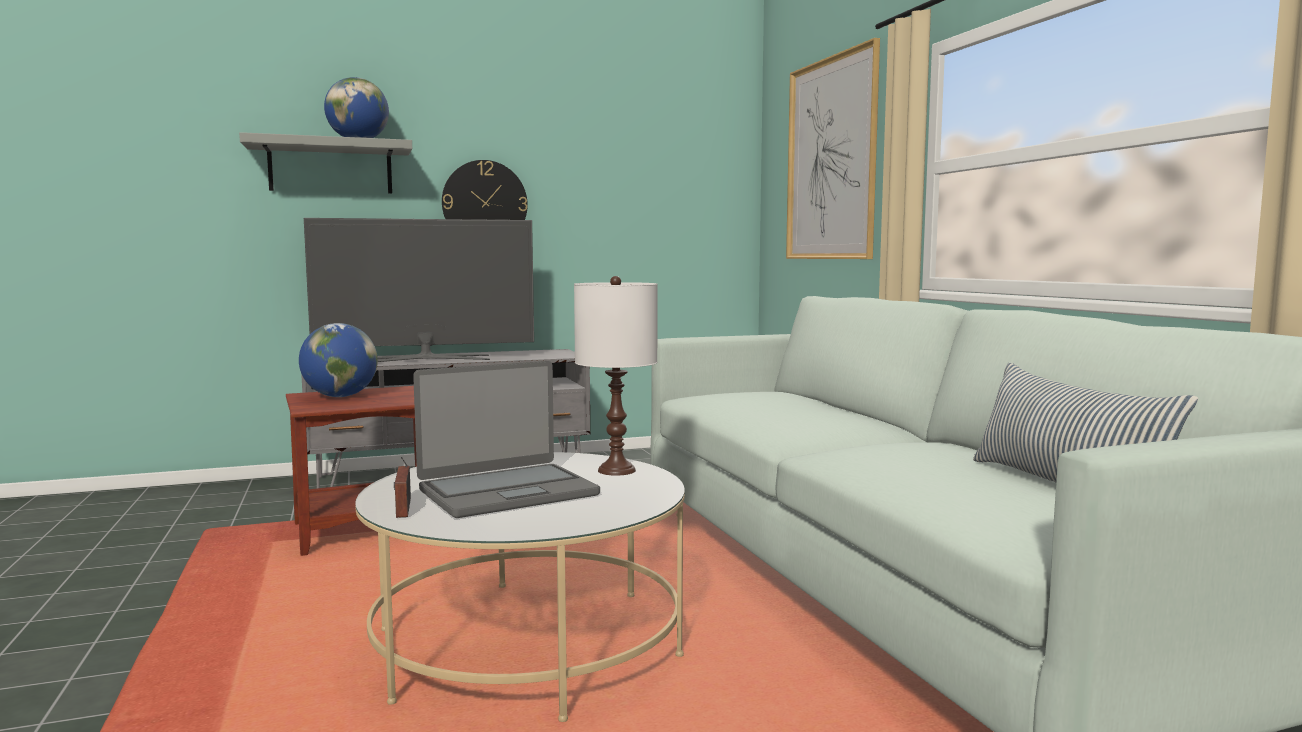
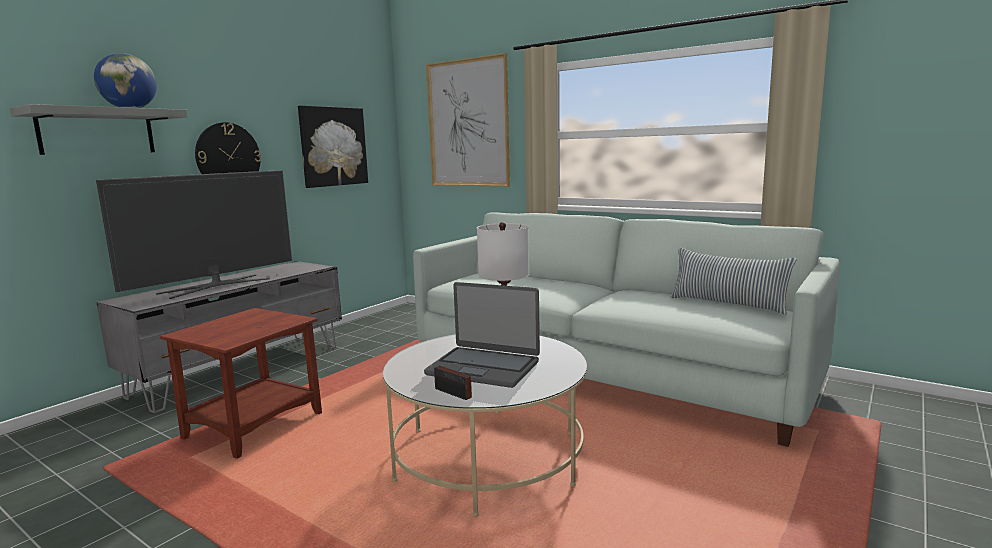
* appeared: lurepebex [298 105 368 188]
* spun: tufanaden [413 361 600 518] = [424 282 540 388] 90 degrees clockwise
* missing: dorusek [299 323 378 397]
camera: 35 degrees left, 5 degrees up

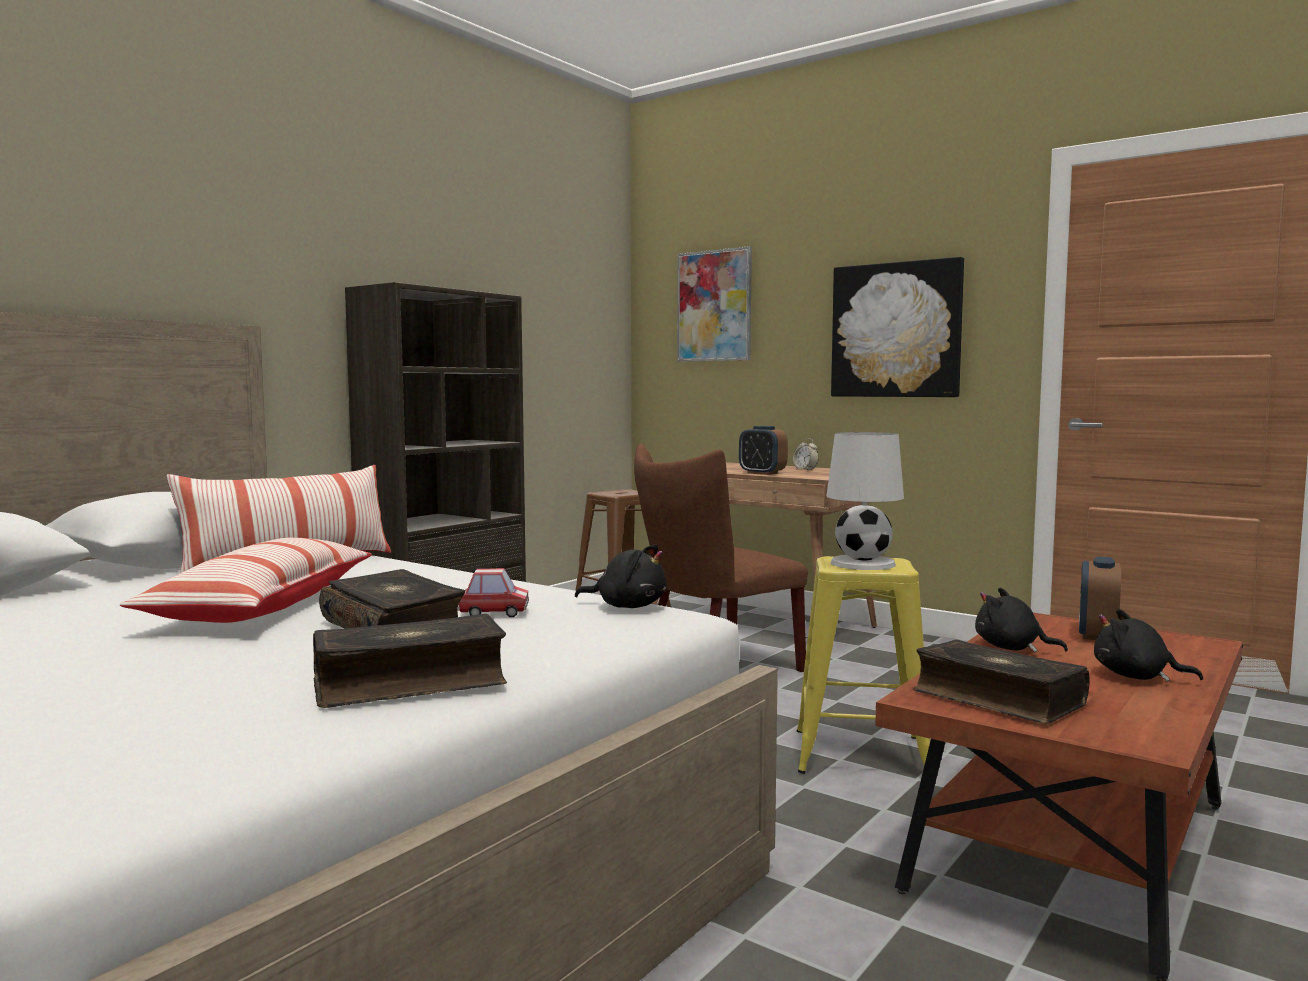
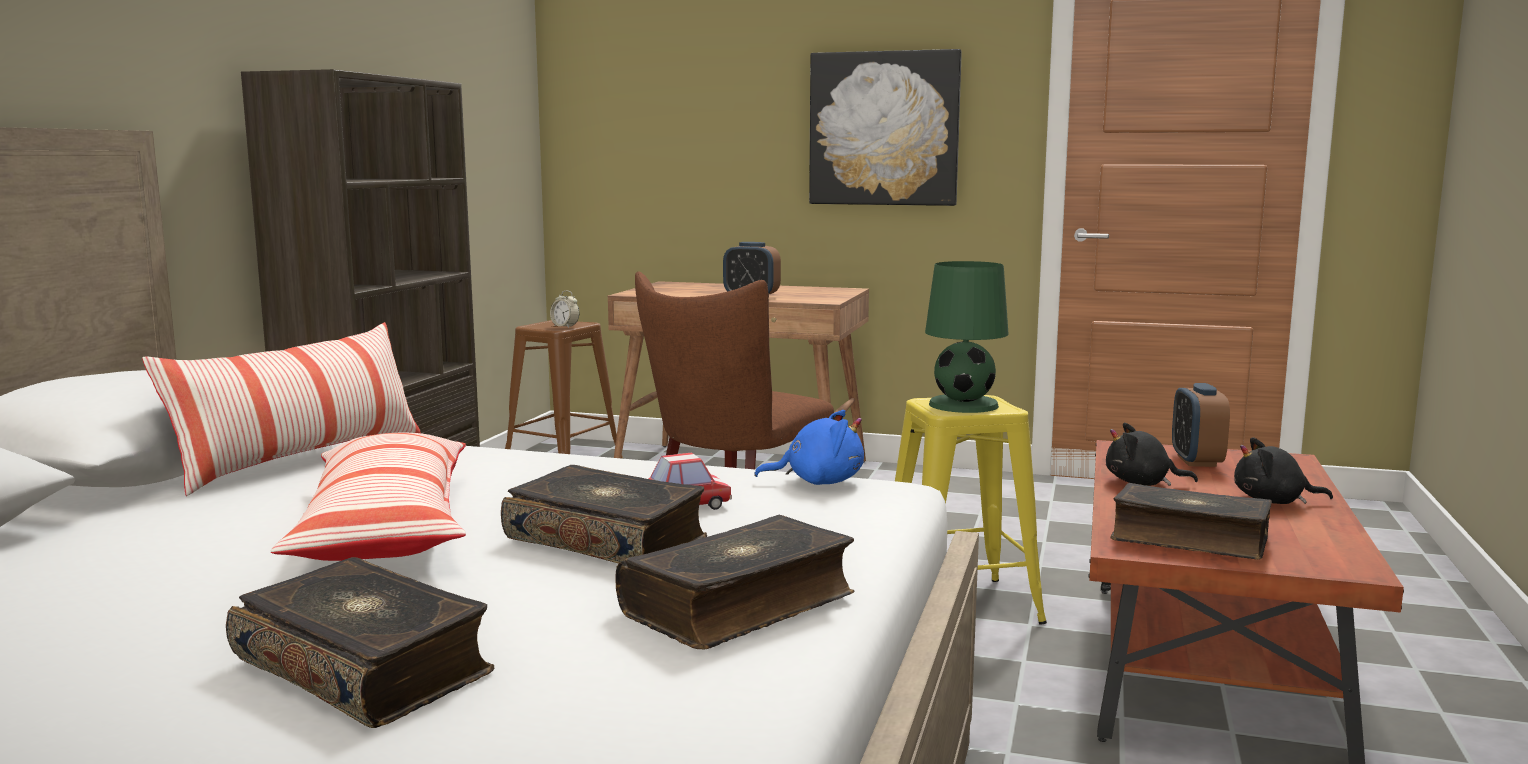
* appeared: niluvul [226 557 495 728]
* relocated: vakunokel [793 438 819 471] to [550 291 579 328]
* colour: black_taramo [575 544 667 608] to blue_taramo [754 410 864 485]
* colour: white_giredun [827 432 904 570] to green_giredun [925 261 1009 413]
* missing: lurepebex [677 246 752 362]
camera: 20 degrees left, 5 degrees up

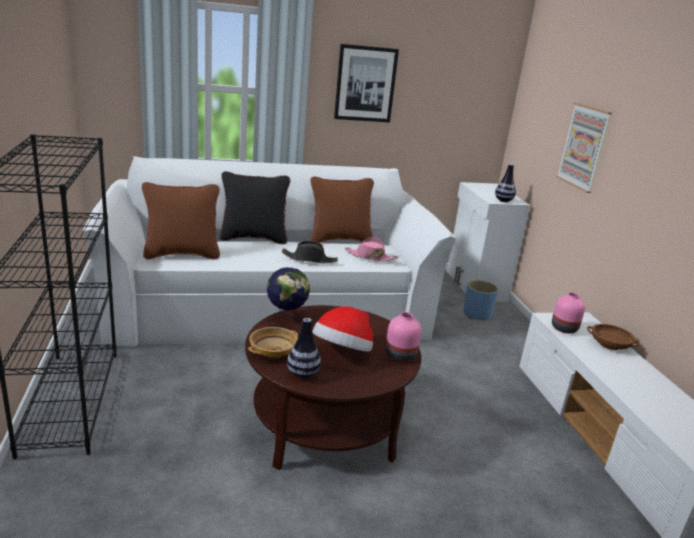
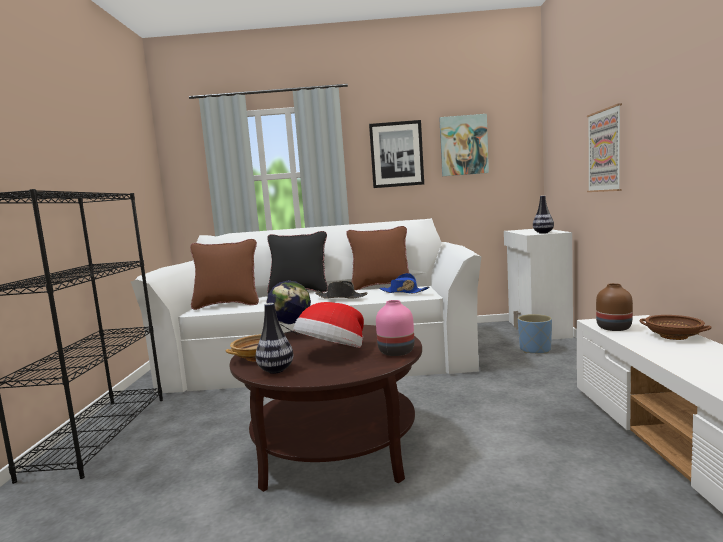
* colour: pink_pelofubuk [345 237 398 262] to blue_pelofubuk [380 273 430 294]
* appeared: lurepebex [439 114 489 176]
* colour: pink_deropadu [552 292 585 334] to brown_deropadu [596 283 633 331]
camera: 15 degrees right, 15 degrees down

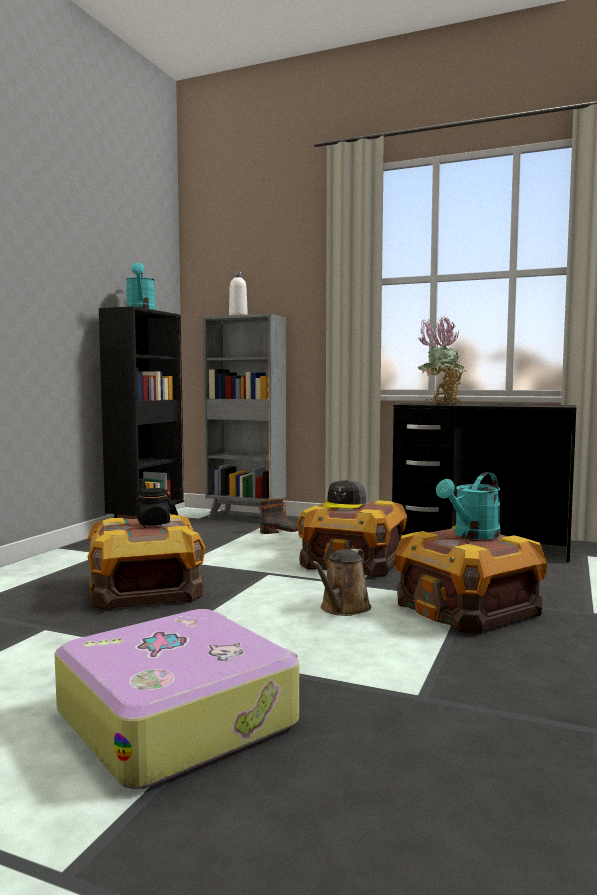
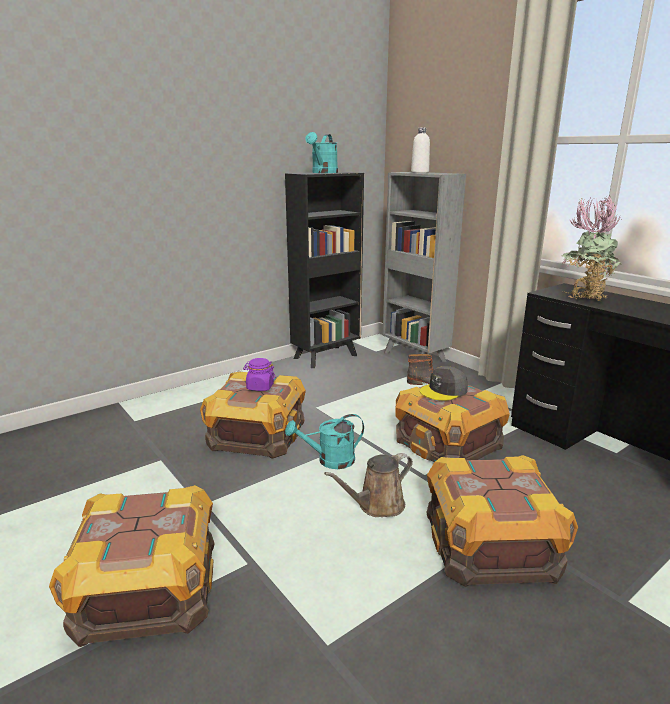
* exchanged: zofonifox [54 609 299 789] to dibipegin [49 485 215 647]
* colour: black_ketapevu [133 488 173 526] to purple_ketapevu [243 358 275 391]
* relocated: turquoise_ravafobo [436 472 501 539] to [285 414 364 469]
camera: 30 degrees right, 15 degrees up

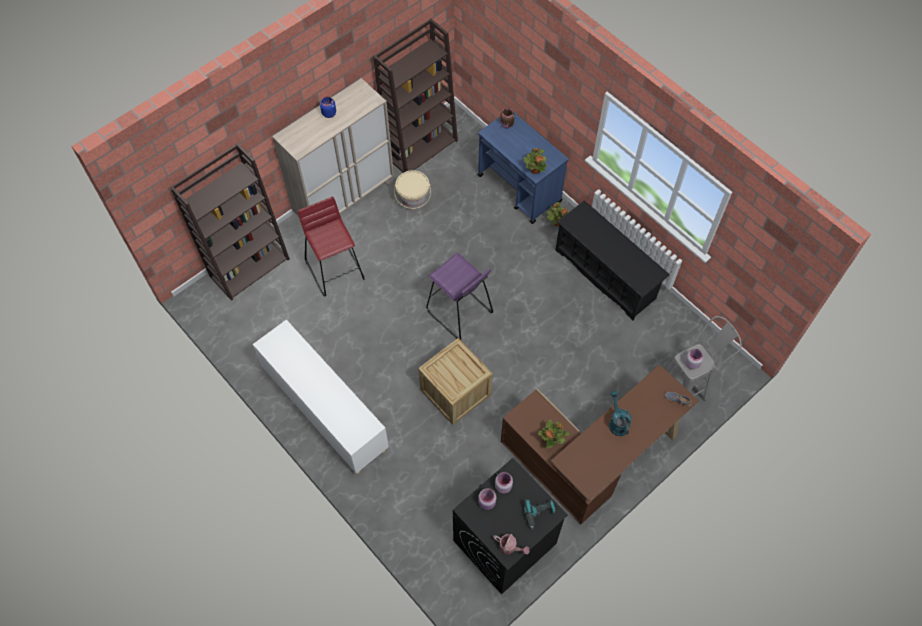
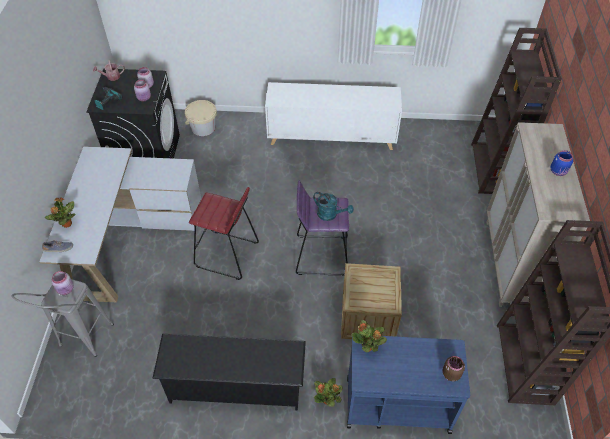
* colour: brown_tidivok [501 364 699 525] to white_tidivok [39 146 201 302]
* relocated: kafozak [538 419 570 448] to [45 198 76 228]
* relocated: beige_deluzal [394 170 431 209] to [185 100 217 136]
* relocated: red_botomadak [298 197 365 296] to [189 187 259 280]
* relocated: turquoise_ravafobo [609 391 632 436] to [313 192 354 221]
* relocated: dibipegin [418 338 493 425] to [341 263 402 339]
camera: 135 degrees right, 10 degrees down

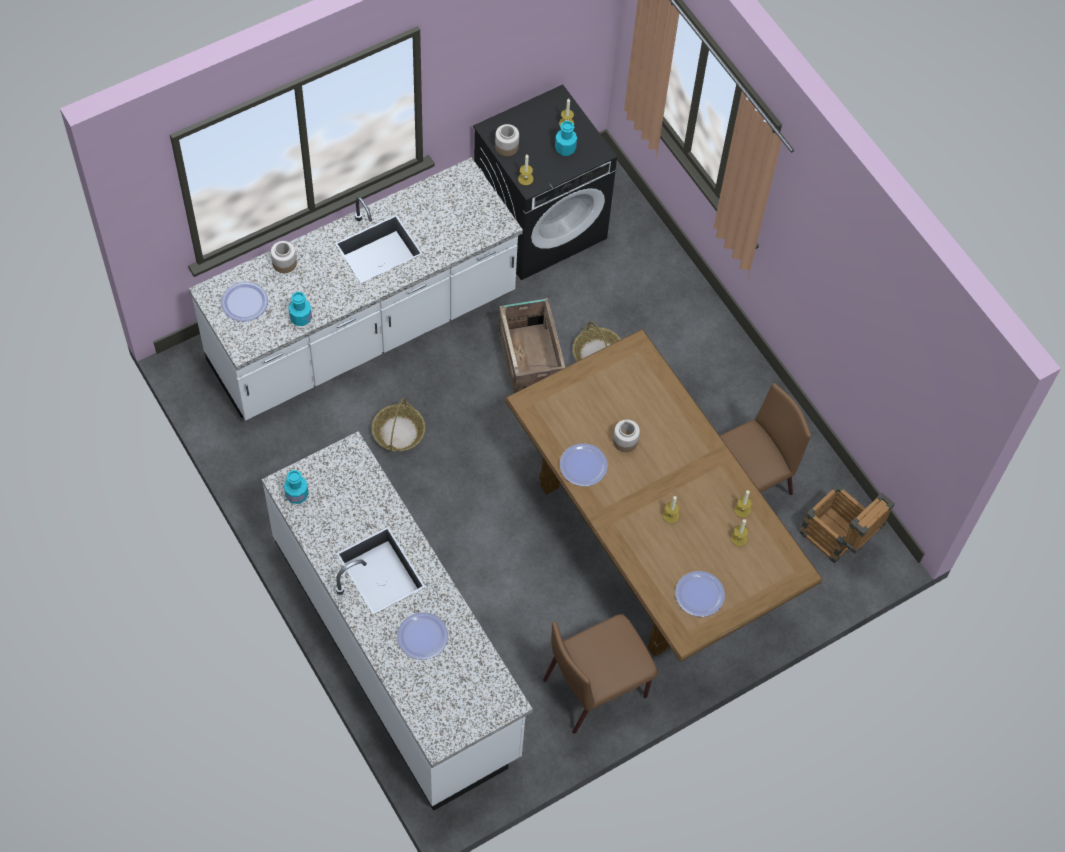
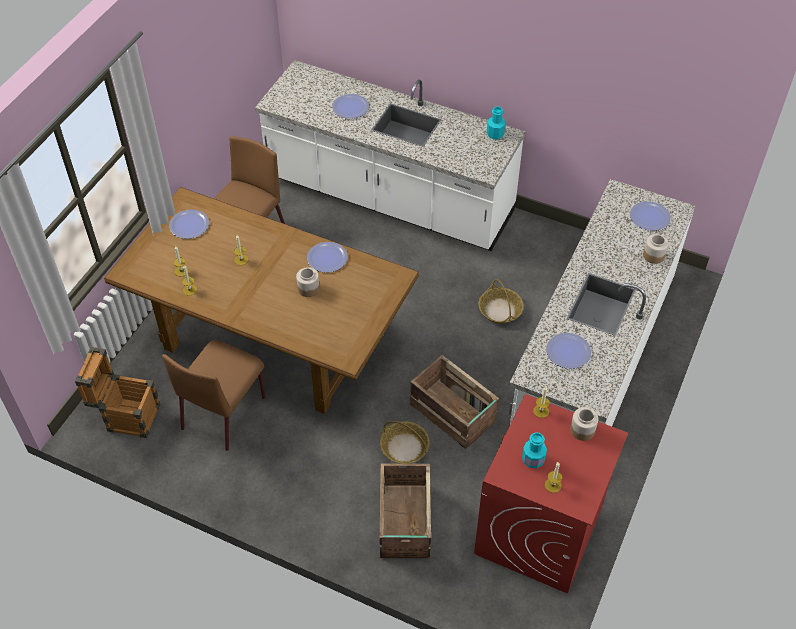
* appeared: dibipegin [380 464 431 558]
* colour: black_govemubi [473 85 617 280] to red_govemubi [474 394 628 594]
* appeared: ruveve [546 333 591 369]
* missing: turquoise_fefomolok [288 292 312 326]
camera: 150 degrees right, 10 degrees down

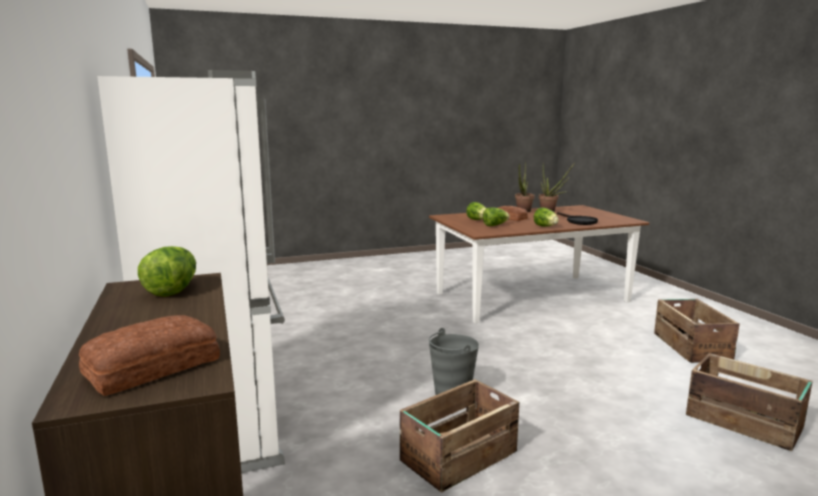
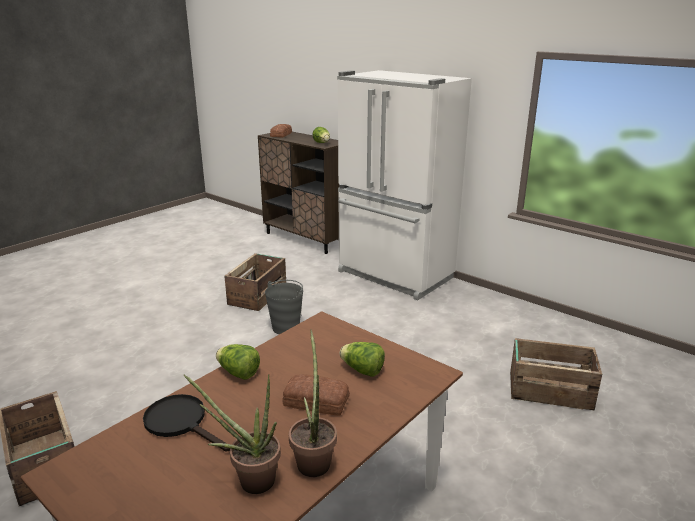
* relocated: dibipegin [686 353 813 451] to [510 338 602 411]
* missing: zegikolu [483 207 510 226]
camera: 150 degrees right, 10 degrees up

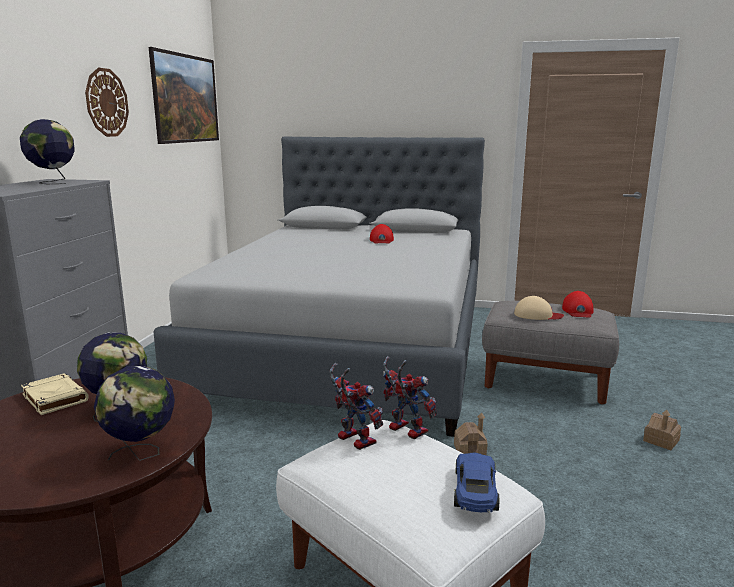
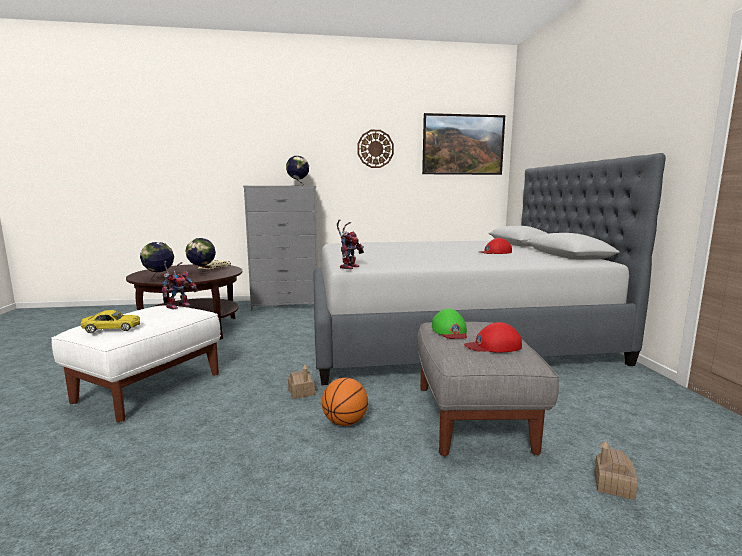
* colour: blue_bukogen [454 452 499 512] to yellow_bukogen [80 310 140 333]
* appeared: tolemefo [322 378 368 426]
* relocated: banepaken [383 356 437 439] to [337 220 364 269]
* colour: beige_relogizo [514 296 564 320] to green_relogizo [432 308 467 339]
* relocated: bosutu [643 410 681 450] to [595 441 637 500]
camera: 70 degrees right, 5 degrees down

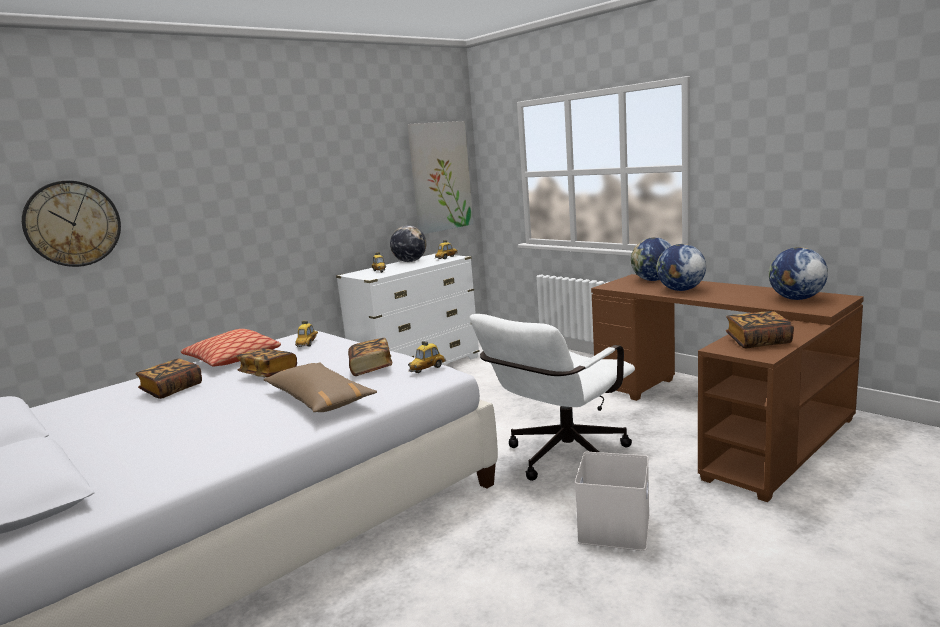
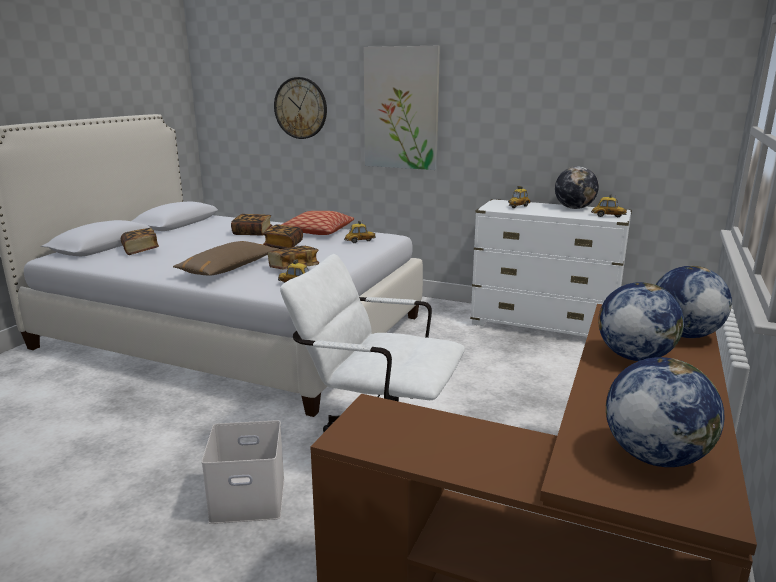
* relocated: niluvul [726 311 794 348] to [121 228 159 255]
* relocated: lurepebex [407 121 473 234] to [364 46 440 170]
camera: 65 degrees right, 5 degrees up

